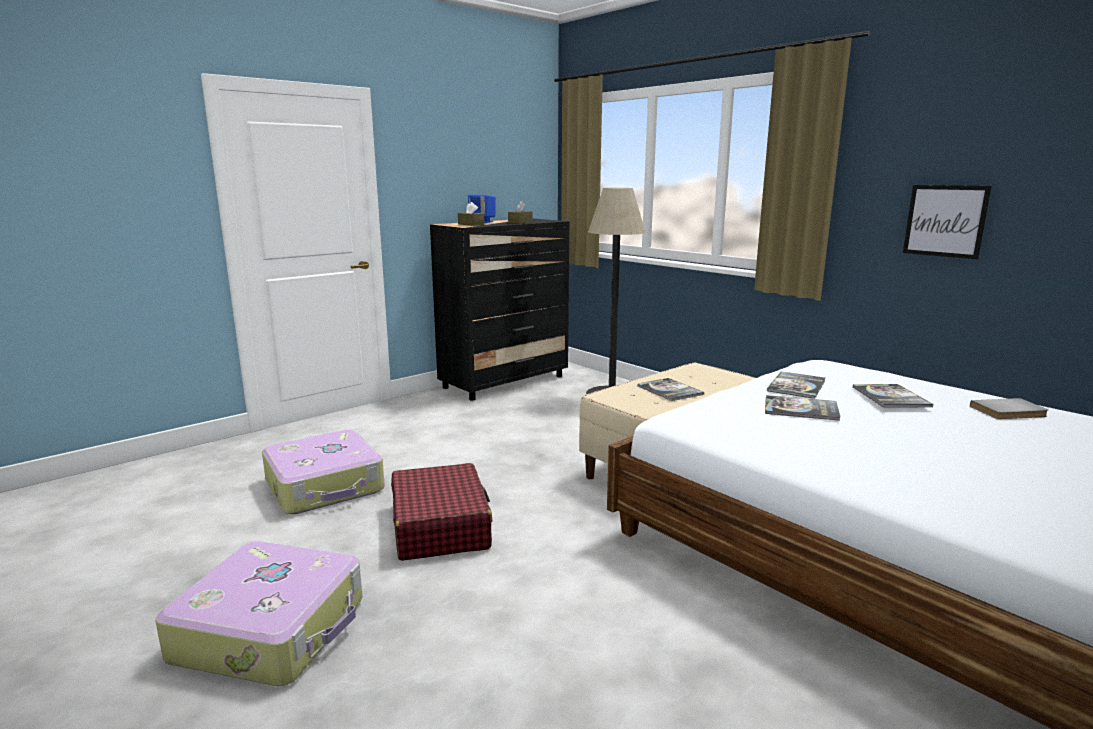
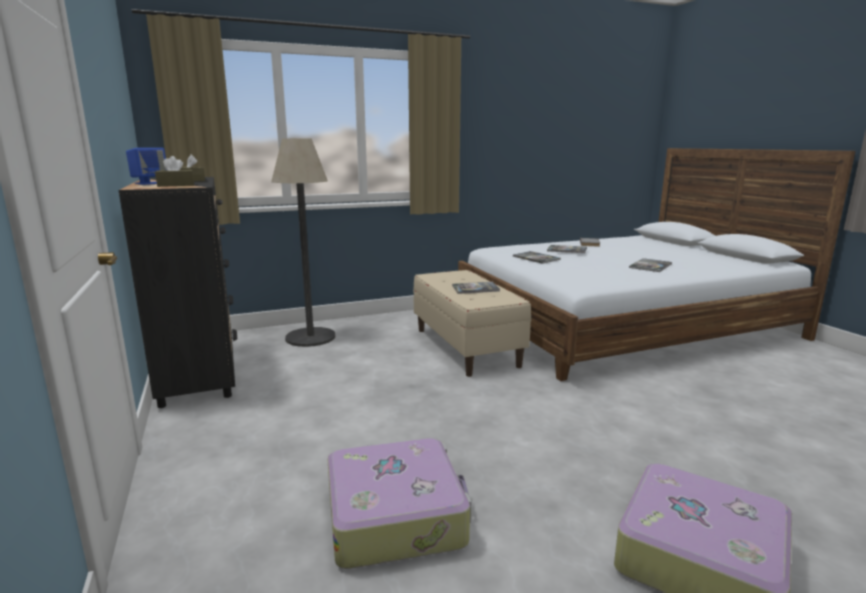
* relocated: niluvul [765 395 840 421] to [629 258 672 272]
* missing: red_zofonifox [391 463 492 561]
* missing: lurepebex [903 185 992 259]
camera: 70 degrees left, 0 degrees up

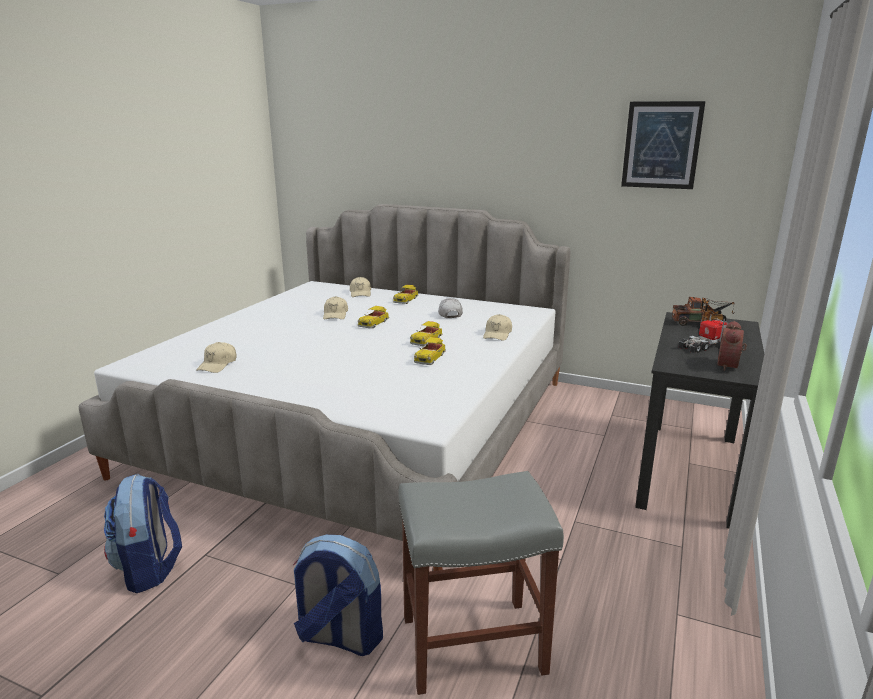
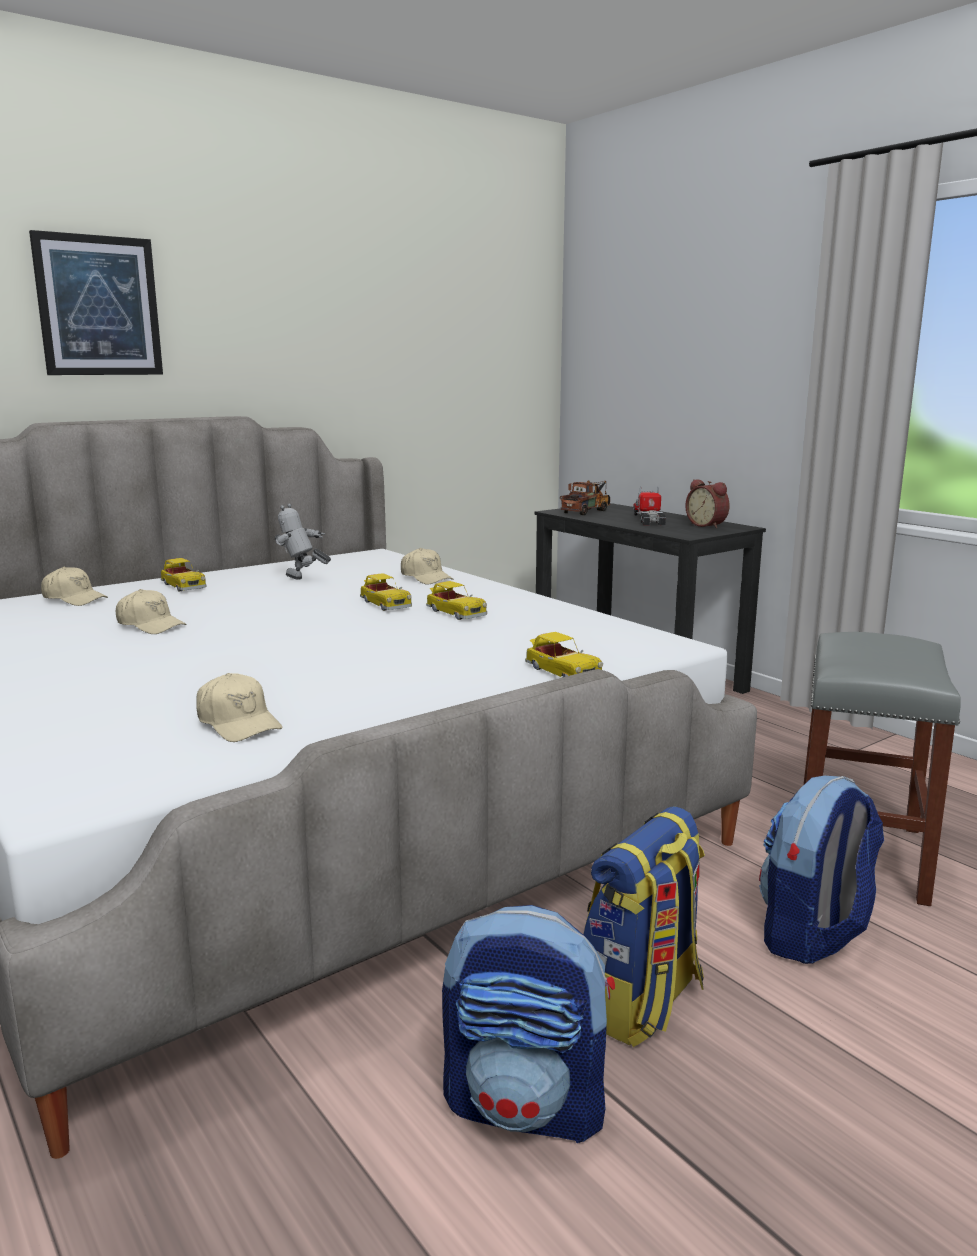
* relocated: lurepebex [621 101 706 189] to [29 230 163 375]
* exchanged: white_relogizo [438 298 463 318] to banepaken [275 504 331 580]
* relocated: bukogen [358 306 389 328] to [525 632 603 677]
* appeared: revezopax [583 806 705 1047]
camera: 60 degrees left, 5 degrees down

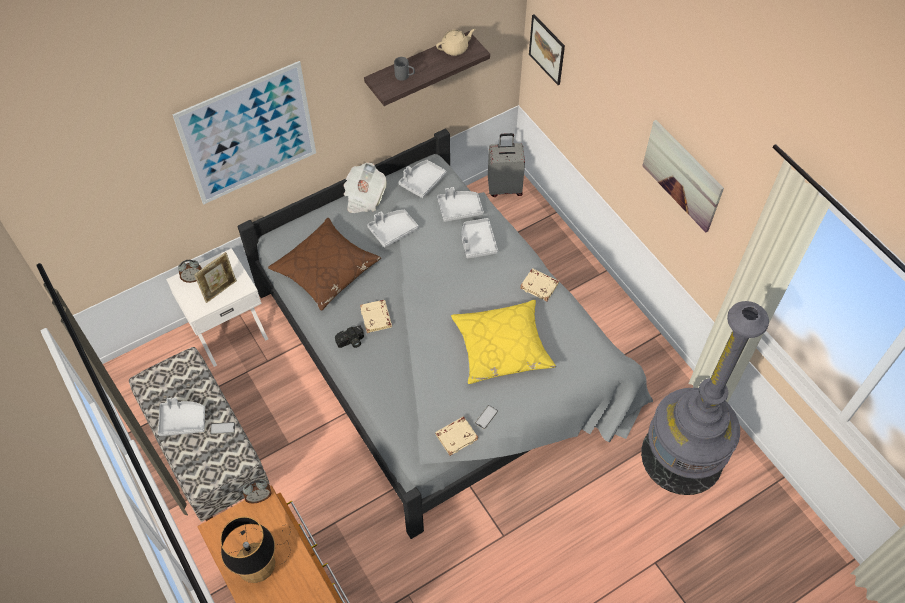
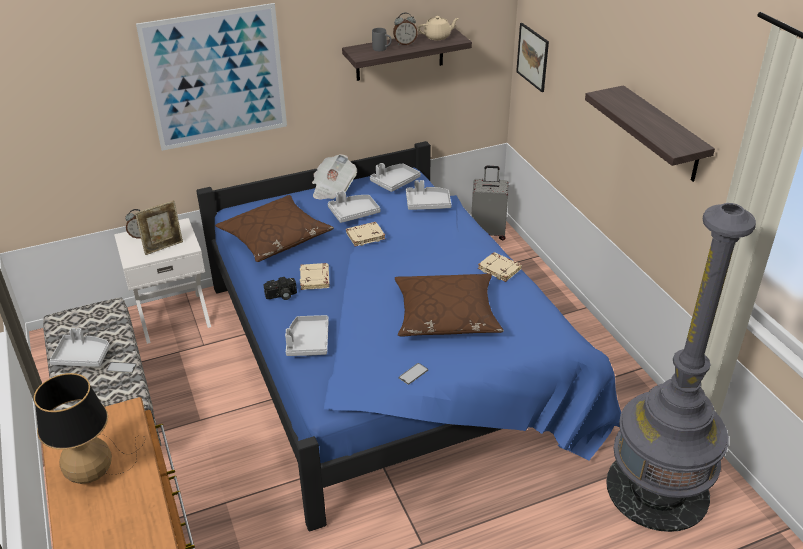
* colour: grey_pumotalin [237 129 653 539] to blue_pumotalin [196 141 621 531]
* relocated: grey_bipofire [462 218 498 259] to [285 315 329 356]
* relocated: beige_niluvul [435 416 478 456] to [346 222 385 246]
* relocated: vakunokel [243 479 271 504] to [393 12 418 45]
* colour: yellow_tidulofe [451 300 556 384] to brown_tidulofe [395 273 504 337]
* exchanged: lurepebex [642 120 724 233] to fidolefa [585 85 715 182]
camera: 10 degrees right, 20 degrees down

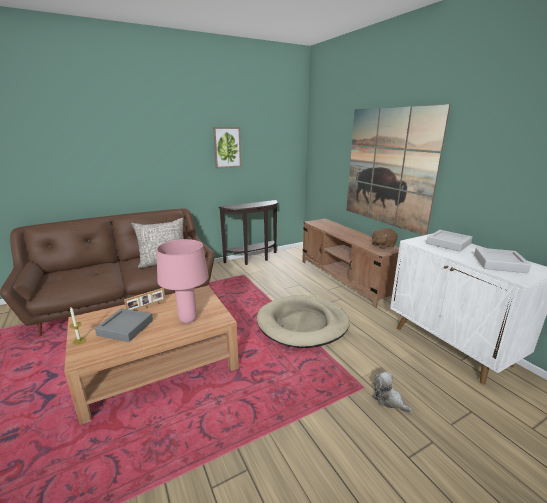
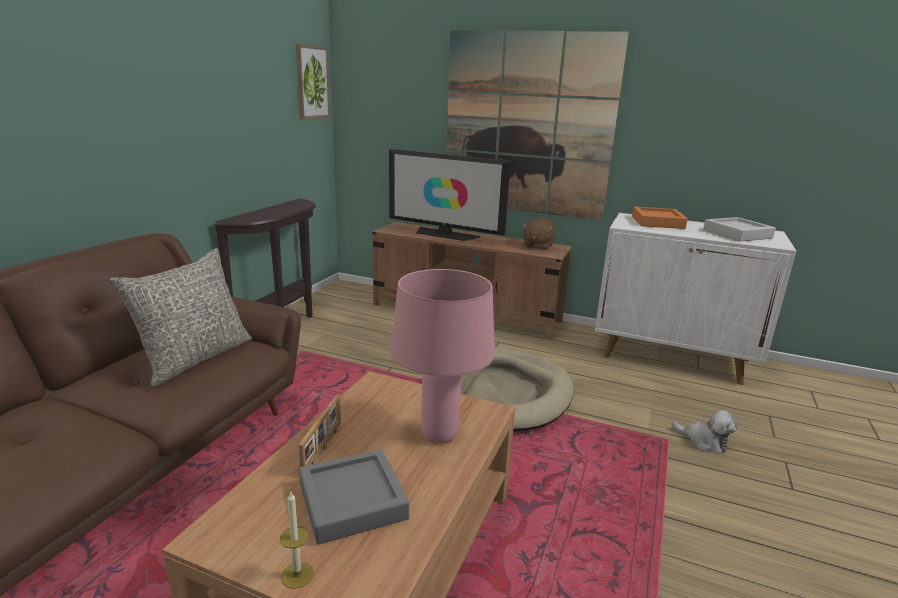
* relocated: lurepebex [213 127 241 169] to [296 44 330 119]
* appeared: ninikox [389 149 511 241]
* colour: grey_bipofire [426 230 472 252] to orange_bipofire [632 207 688 229]
* spun: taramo [372 372 412 413] = [672 410 737 453] 150 degrees counterclockwise
camera: 40 degrees left, 0 degrees up

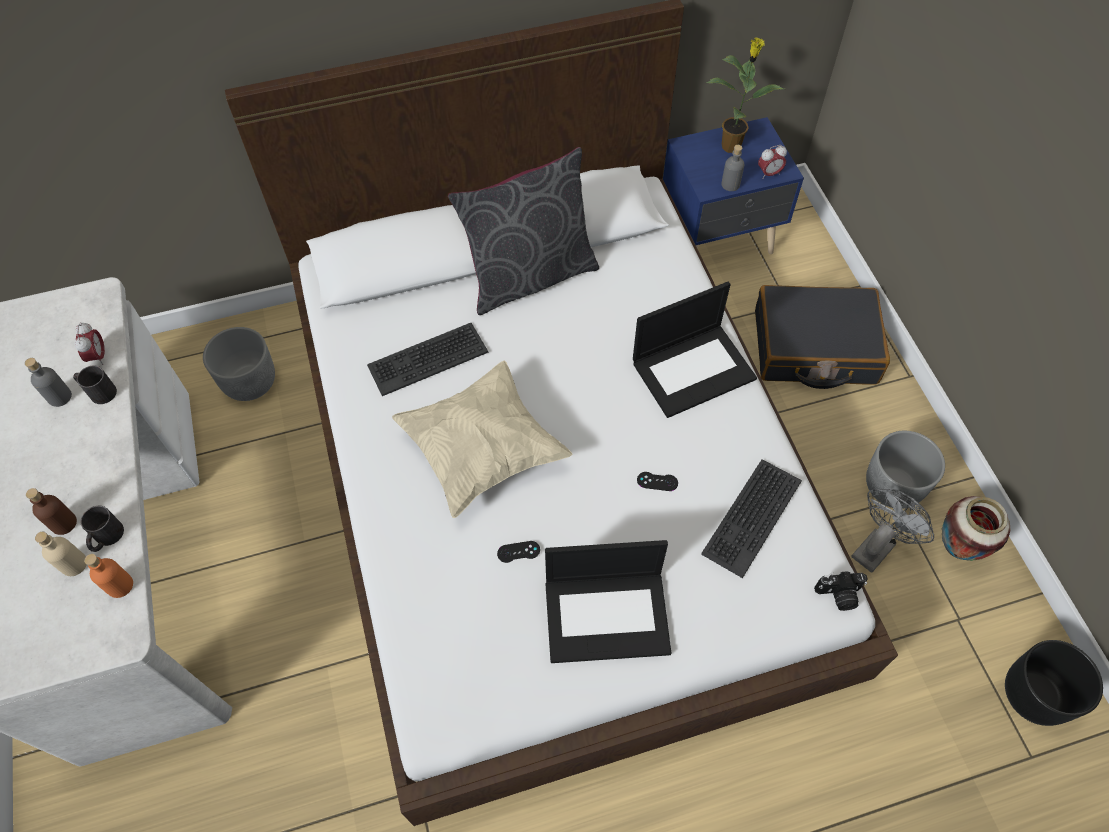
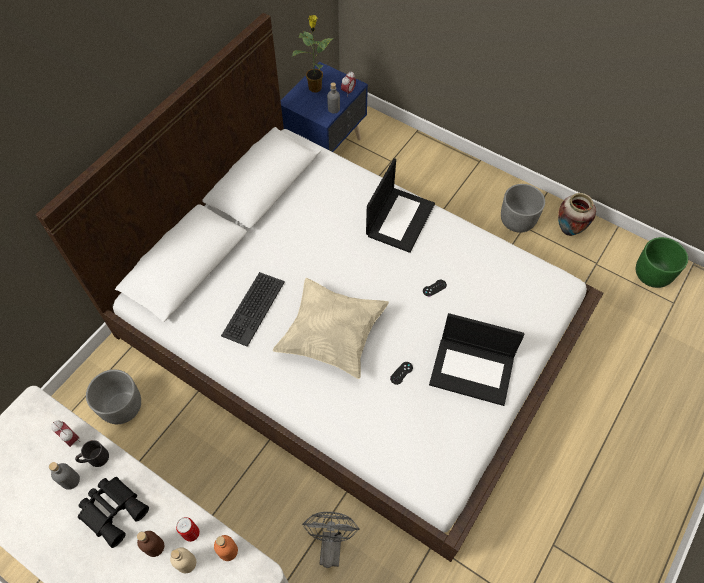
* appeared: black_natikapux [78 477 149 548]
* exchanged: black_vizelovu [81 506 124 552] to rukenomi [176 517 200 542]
* relocated: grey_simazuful [851 489 934 573] to [302 512 360 568]
* spun: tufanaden [545 540 671 663] = [429 313 524 406] 60 degrees clockwise
* colour: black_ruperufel [1005 640 1103 726] to green_ruperufel [636 237 688 288]
* missing: grey_tidulofe [448 147 599 315]
* missing: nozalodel [701 459 802 578]
* missing: black_zofonifox [755 285 890 389]
* missing: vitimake [814 571 868 611]
camera: 40 degrees left, 0 degrees up

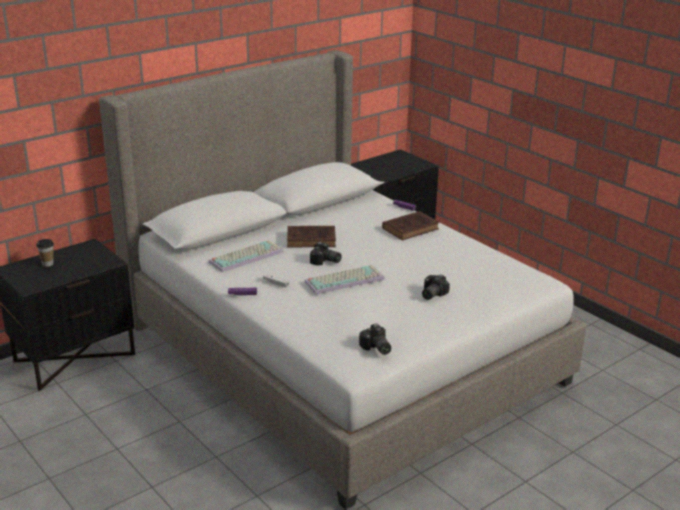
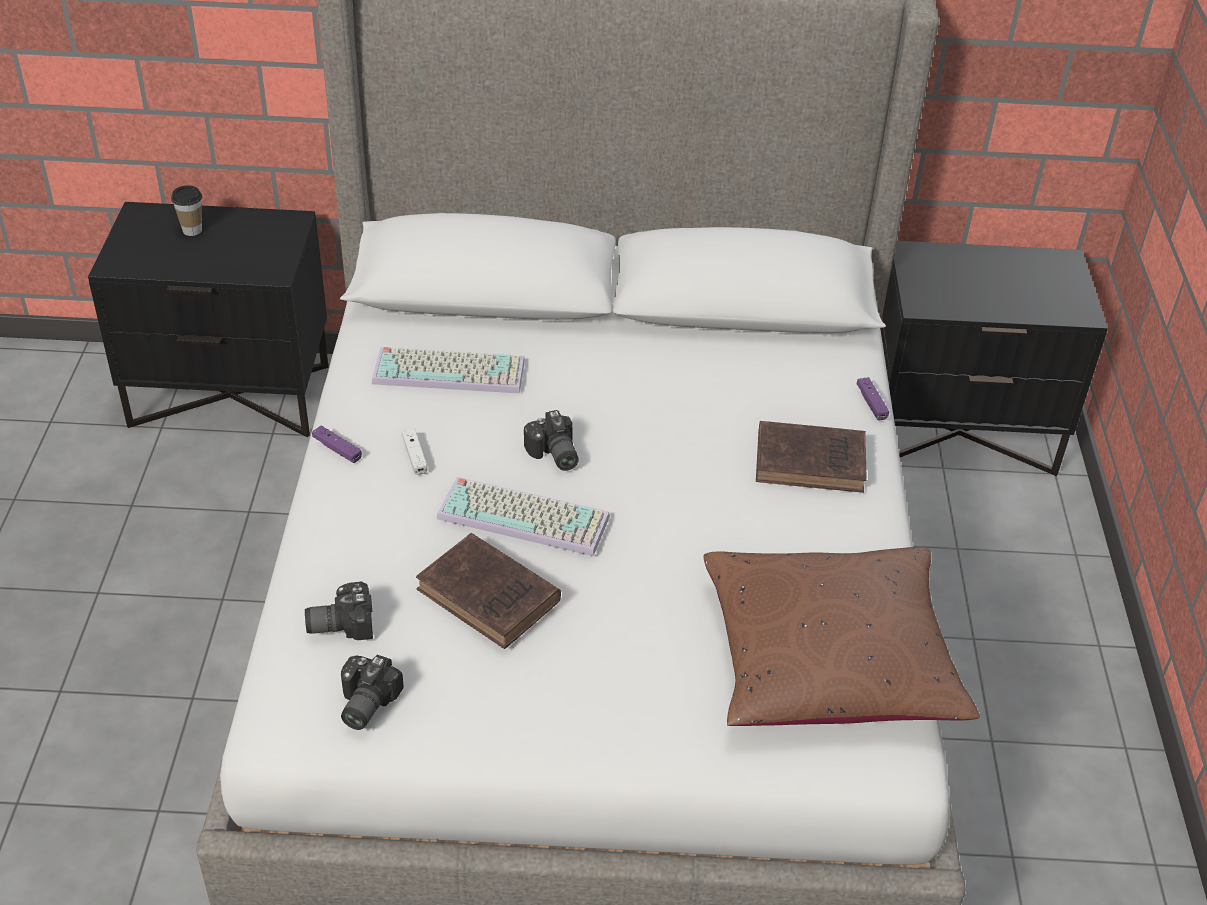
* relocated: vitimake [422 274 450 300] to [305 581 373 640]
* relocated: brown_niluvul [287 226 336 247] to [416 533 561 649]
* appeared: brown_tidulofe [703 547 980 726]
camera: 40 degrees right, 15 degrees up

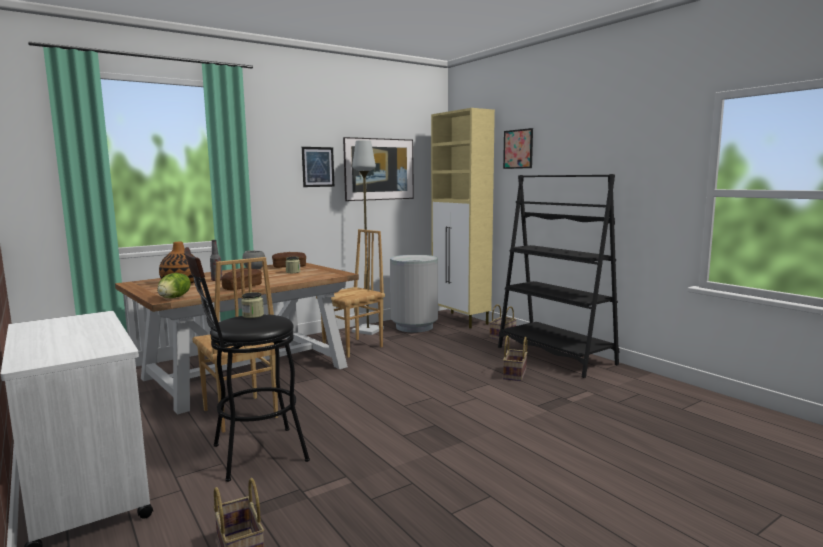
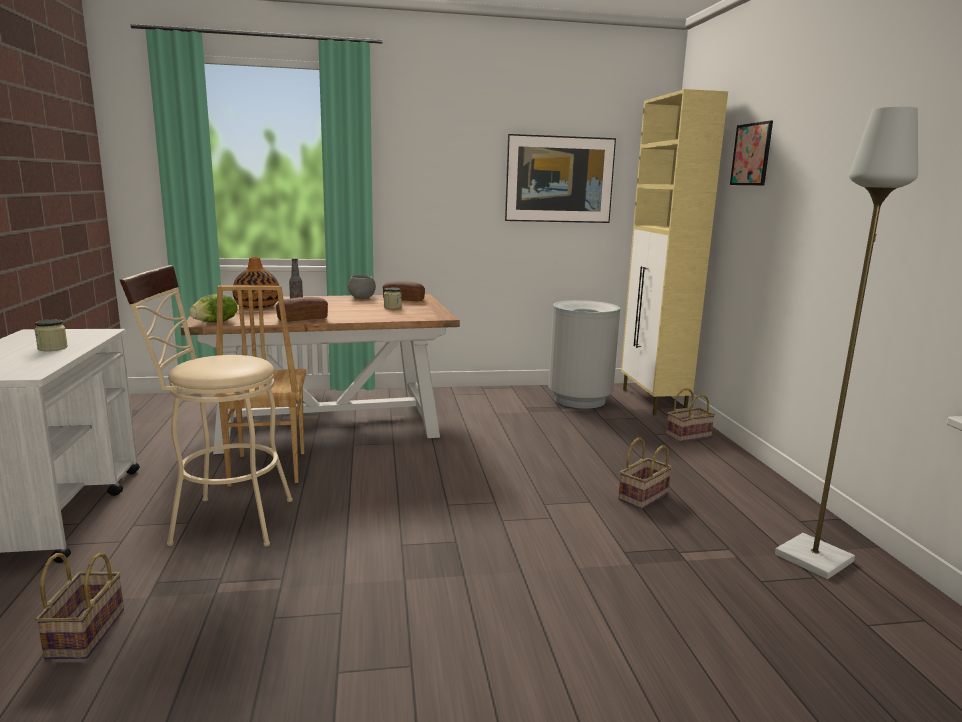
* relocated: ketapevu [241 292 264 318] to [34 319 68 351]
* colour: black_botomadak [184 247 310 482] to beige_botomadak [120 265 293 546]
* relocated: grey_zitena [352 140 384 335] to [775 107 918 579]
* missing: lurepebex [302 147 334 187]
* missing: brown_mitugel [316 229 385 358]
* missing: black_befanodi [498 174 619 378]
camera: 25 degrees right, 5 degrees up

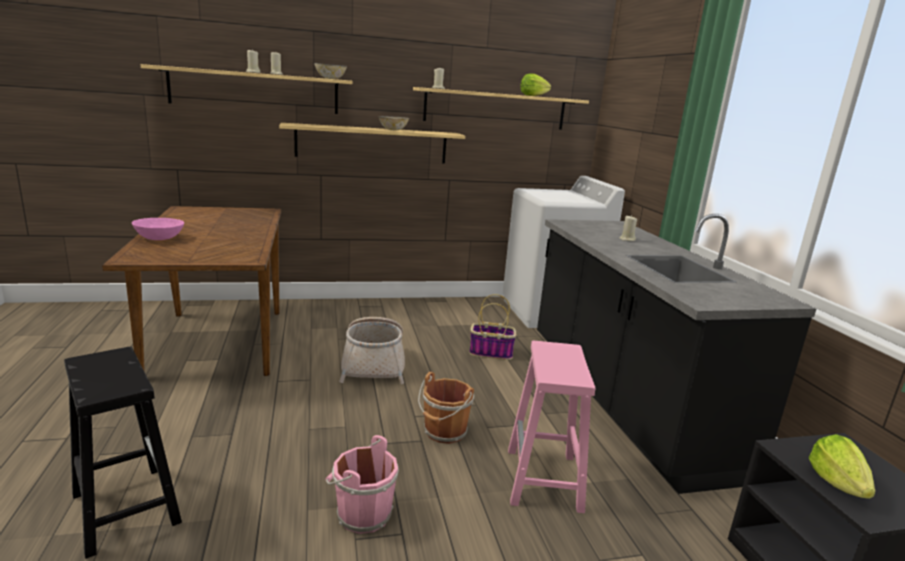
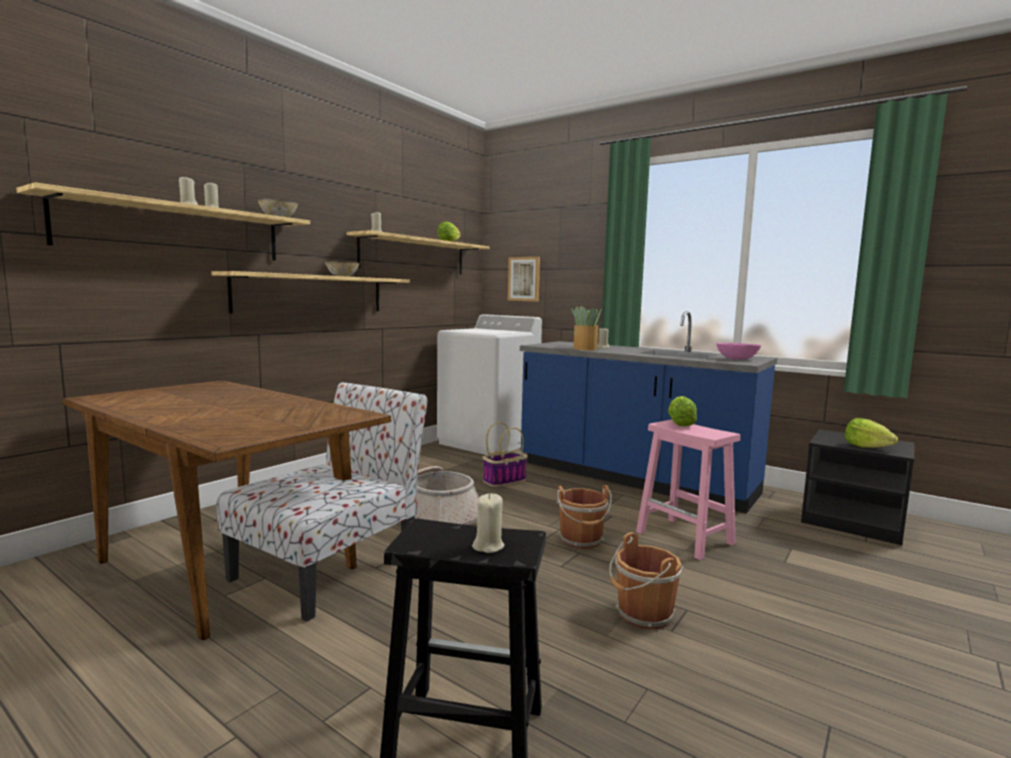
* appeared: mitugel [216 382 427 622]
* appeared: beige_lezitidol [472 493 505 553]
* appeared: lurepebex [508 257 540 301]
* colour: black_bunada [537 214 816 494] to blue_bunada [520 311 777 513]
* appeared: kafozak [571 306 602 350]
* colour: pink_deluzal [325 435 399 534] to brown_deluzal [609 532 684 629]
* appeared: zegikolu [668 396 697 427]
* relocated: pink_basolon [132 218 184 240] to [716 343 761 360]
camera: 40 degrees left, 10 degrees down

